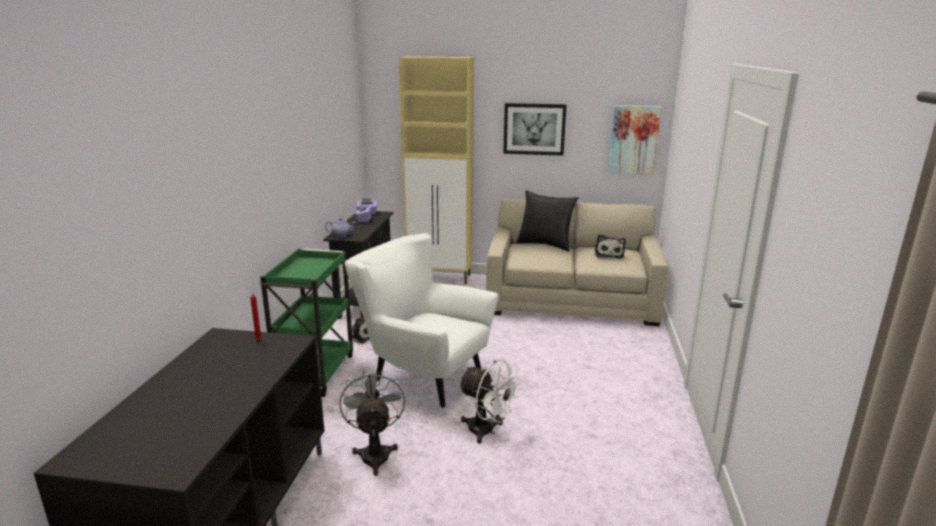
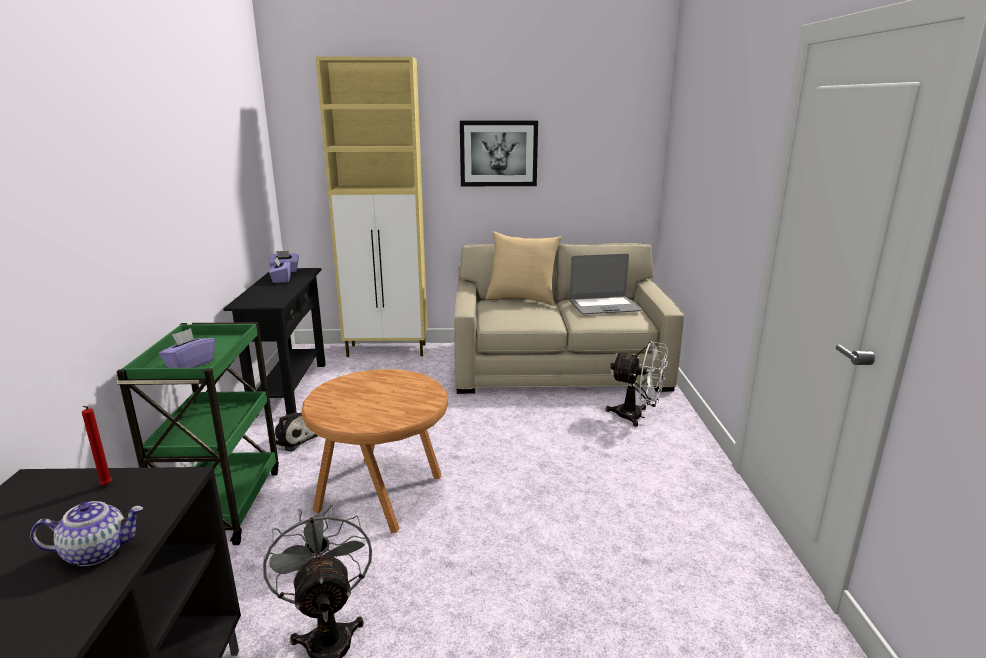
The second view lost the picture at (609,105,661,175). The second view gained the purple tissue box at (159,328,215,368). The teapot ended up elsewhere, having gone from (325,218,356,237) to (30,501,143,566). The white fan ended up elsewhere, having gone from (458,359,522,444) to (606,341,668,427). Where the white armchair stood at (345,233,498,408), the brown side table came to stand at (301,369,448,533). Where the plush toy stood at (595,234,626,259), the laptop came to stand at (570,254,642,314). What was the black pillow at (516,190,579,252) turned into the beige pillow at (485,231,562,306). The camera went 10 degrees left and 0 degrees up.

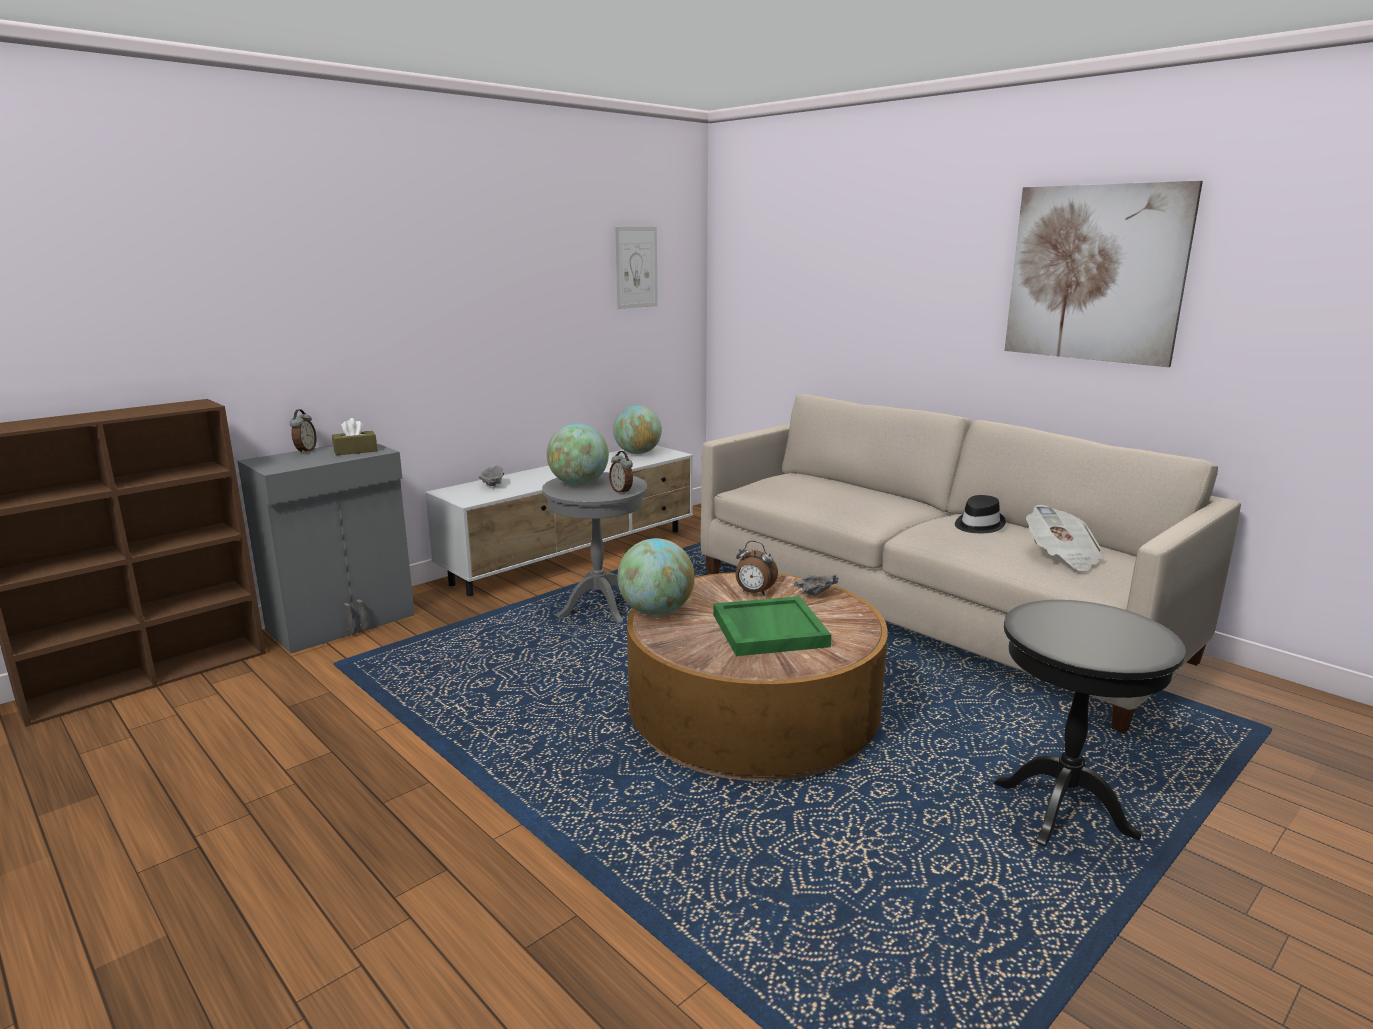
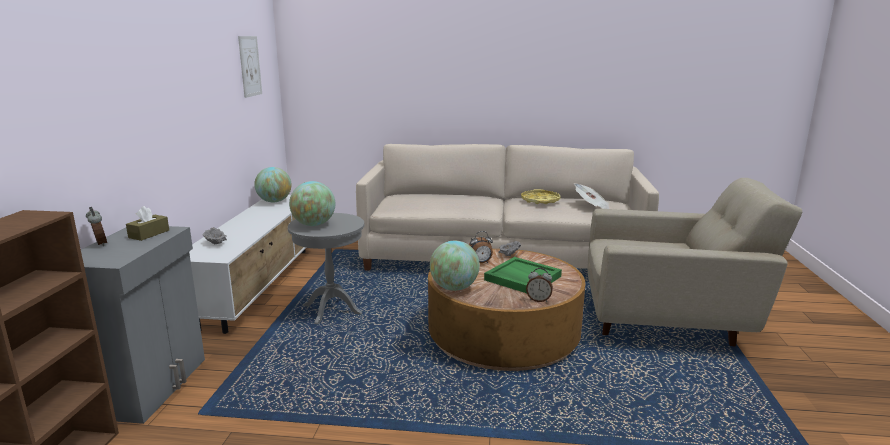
The second view lost the picture at (1004,181,1203,367). The alarm clock ended up elsewhere, having gone from (609,451,633,494) to (526,268,553,302). Where the black hat stood at (955,495,1006,533), the yellow tray came to stand at (521,189,561,204). Where the black side table stood at (993,600,1186,847), the beige armchair came to stand at (587,178,802,346). The camera went 40 degrees left and 0 degrees up.

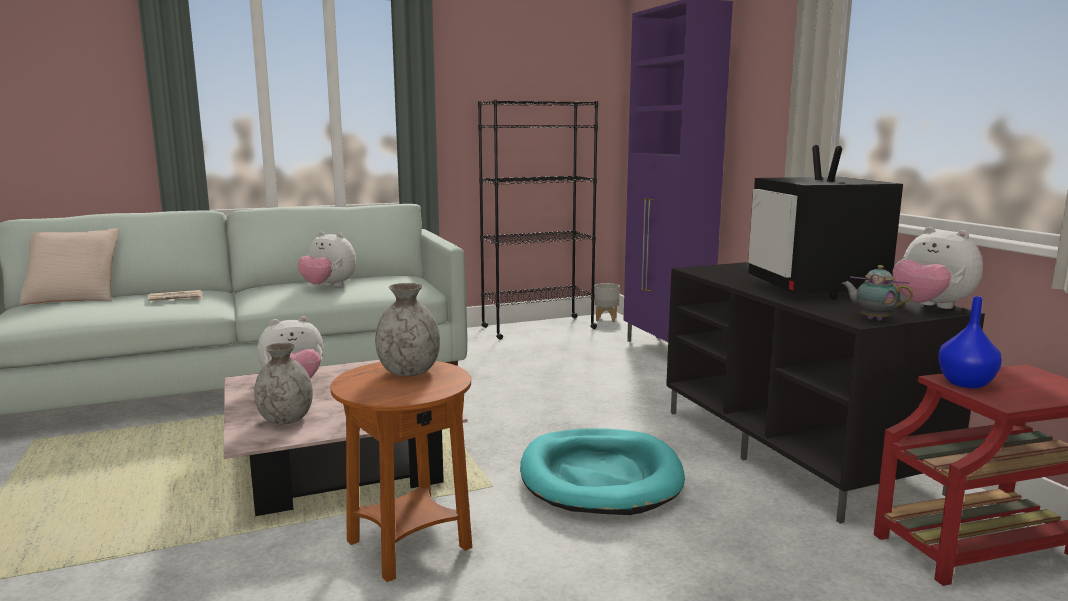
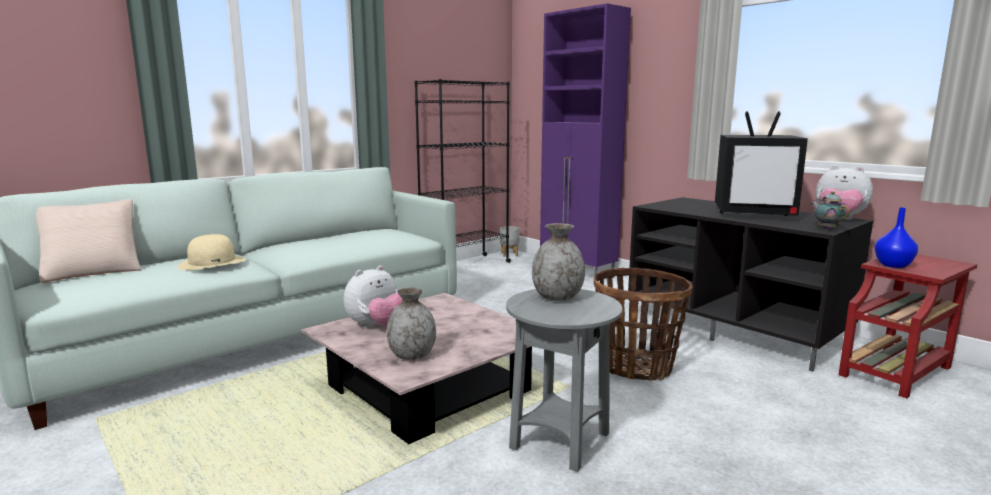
The second view lost the plush toy at (298,231,356,287). Where the newspaper stood at (148,290,203,302), the beige hat came to stand at (177,234,246,270). Where the turquoise dog bed stood at (520,428,685,515), the basket came to stand at (594,268,693,381). What was the brown side table at (330,361,472,582) turned into the grey side table at (506,289,623,472). The television at (748,145,903,299) ended up facing another way, 45 degrees counterclockwise from before. The teapot at (842,265,913,321) ended up facing another way, 60 degrees clockwise from before. The camera went 20 degrees left and 0 degrees up.

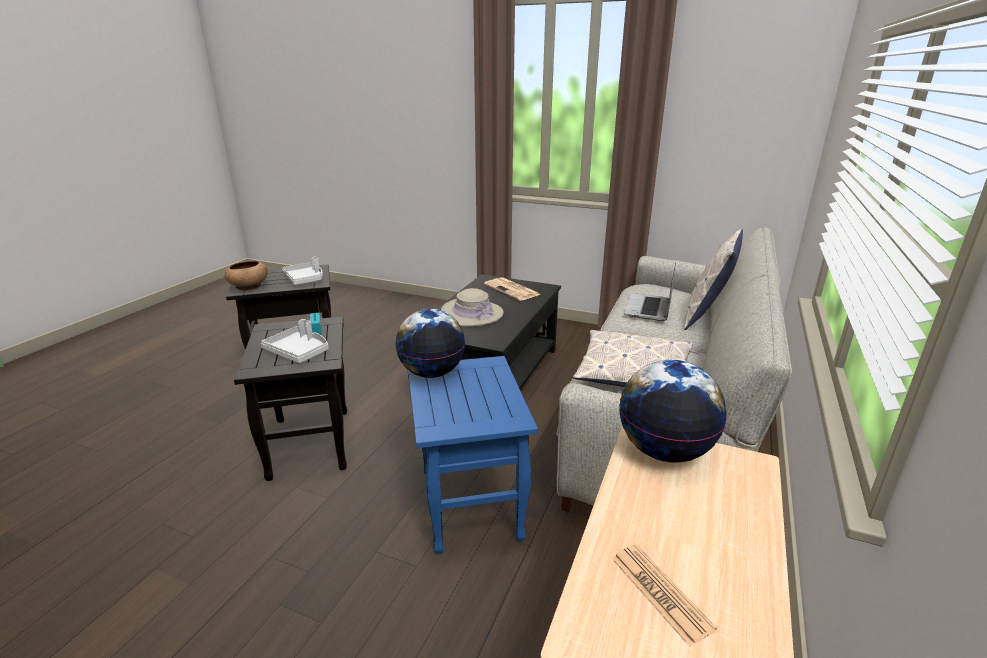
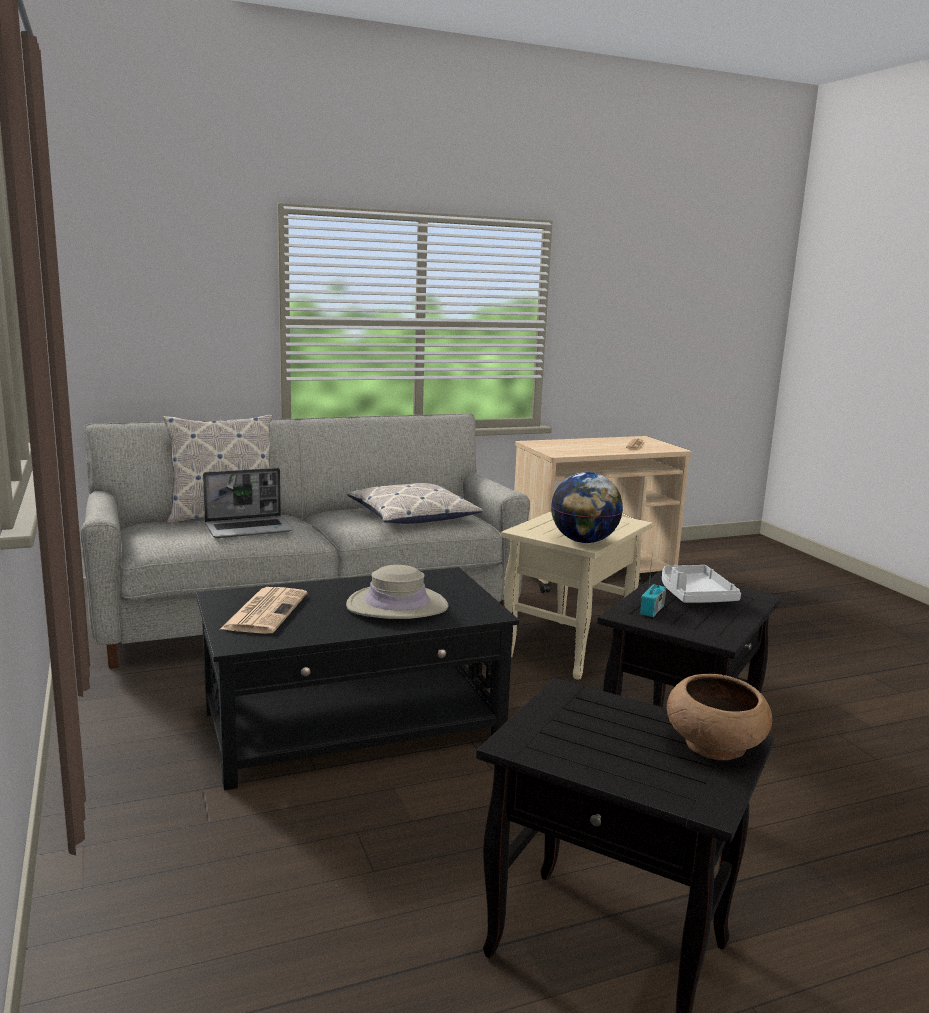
The second view lost the grey tray at (282,257,323,285). The second view lost the globe at (619,360,727,463). What was the blue side table at (407,356,538,554) turned into the beige side table at (501,512,653,680). The camera went 135 degrees left and 10 degrees down.

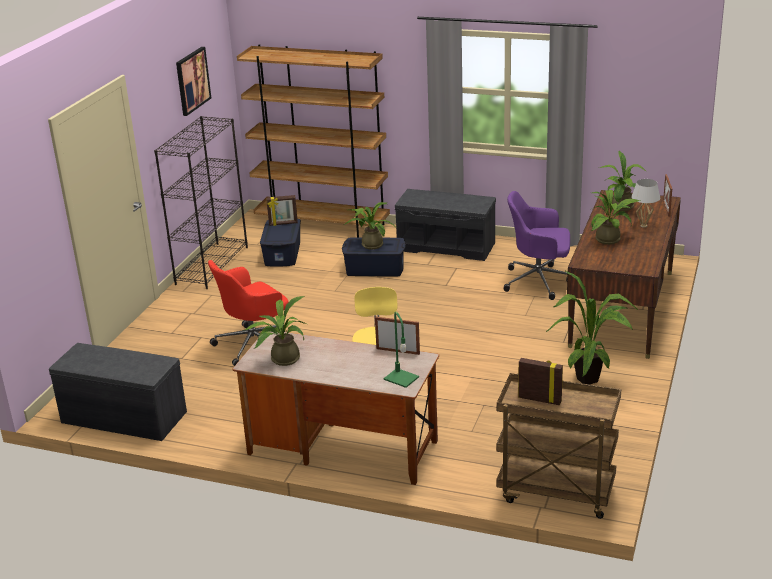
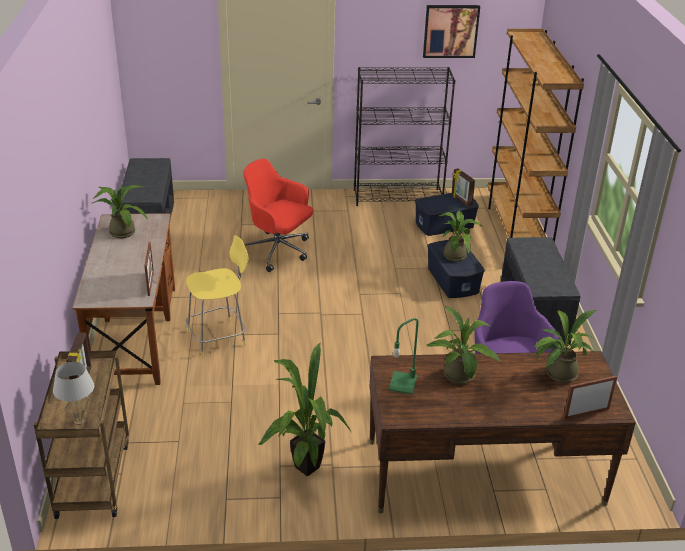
The green table lamp ended up elsewhere, having gone from (384,312,419,388) to (389,318,419,394). The white table lamp ended up elsewhere, having gone from (631,179,660,228) to (53,361,94,425). The camera went 65 degrees right and 5 degrees up.

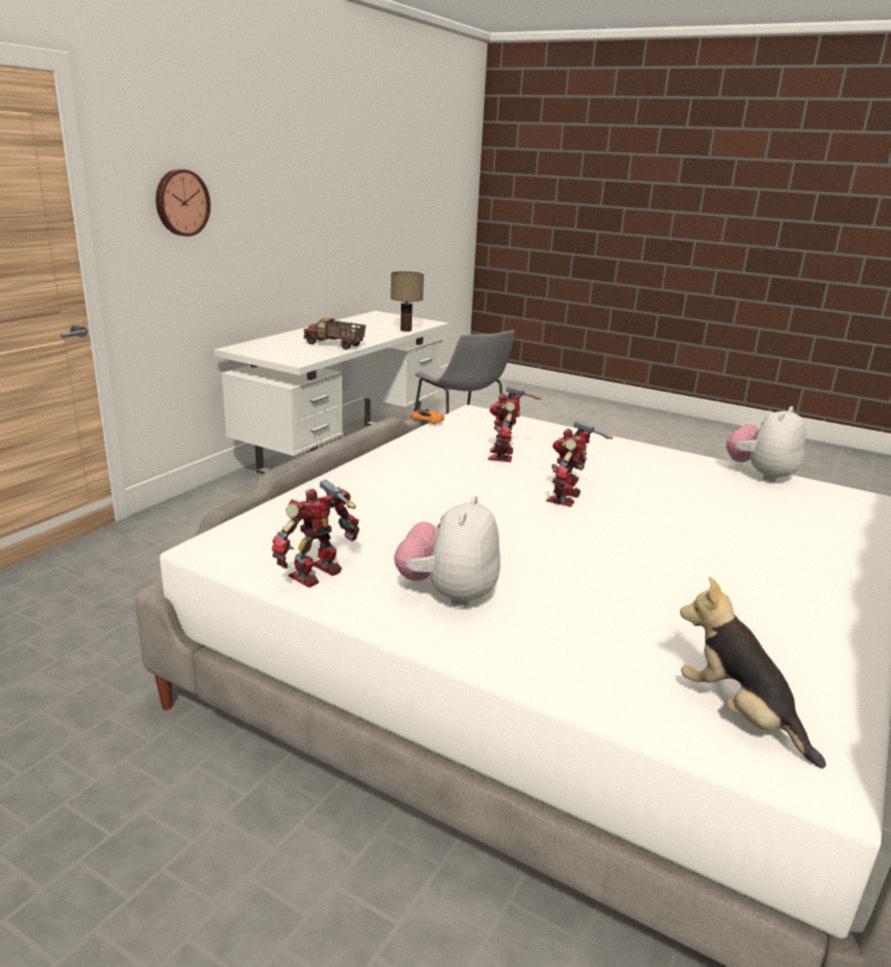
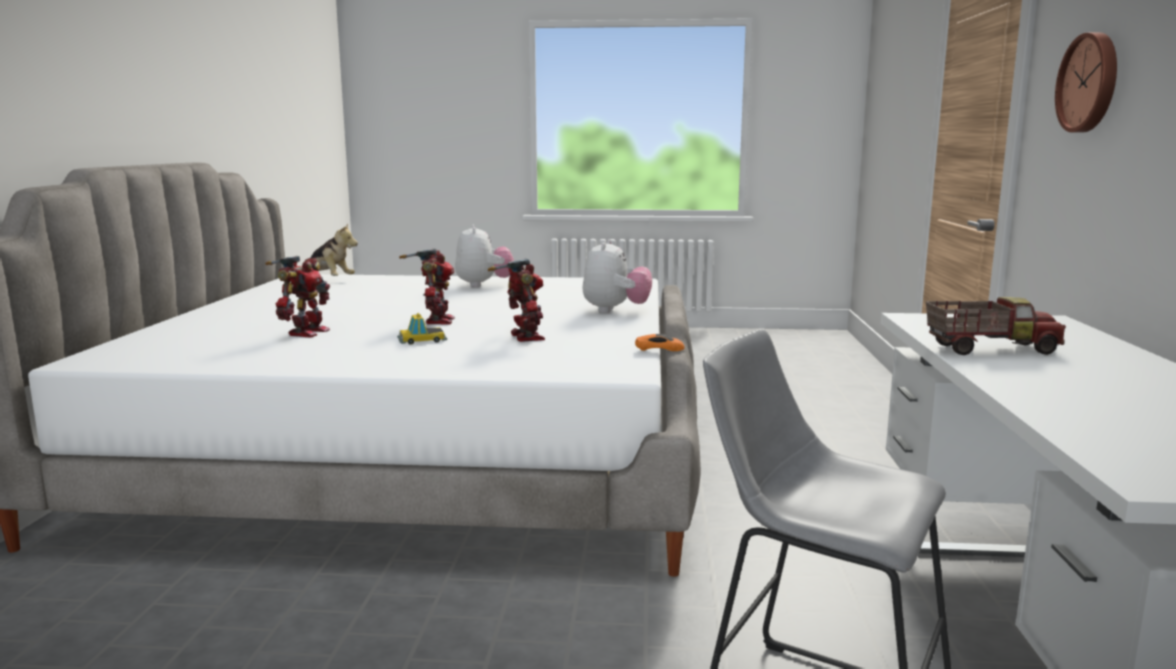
The second view lost the table lamp at (391,271,424,332). The second view gained the toy car at (397,313,447,345). The toy robot ended up elsewhere, having gone from (272,480,359,588) to (265,256,331,338). The plush toy ended up elsewhere, having gone from (726,406,806,482) to (583,239,652,313). The camera went 155 degrees right and 10 degrees down.

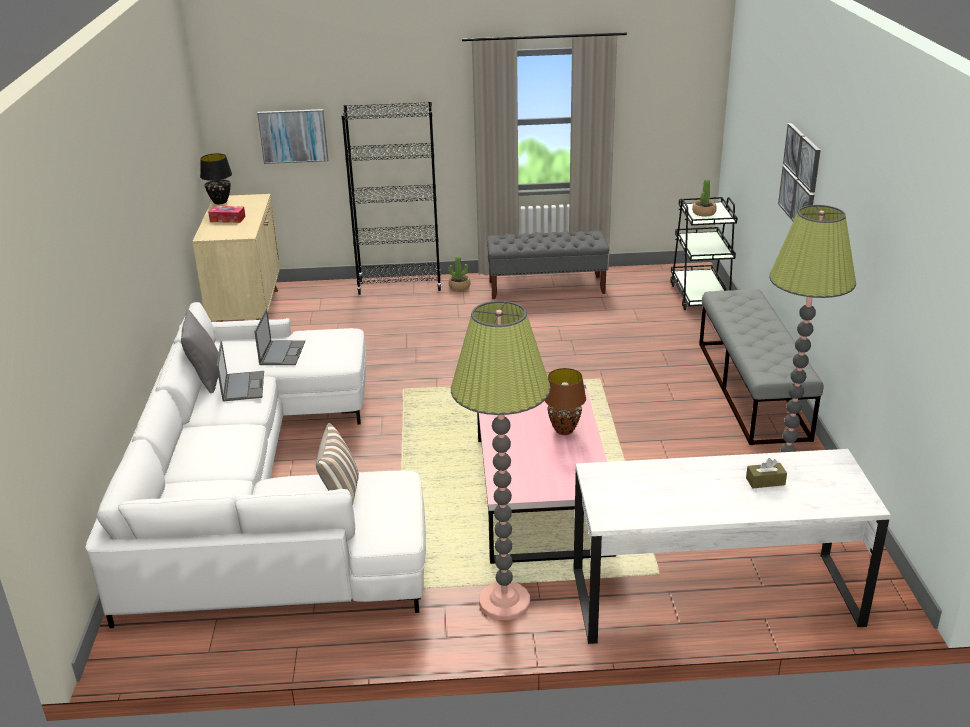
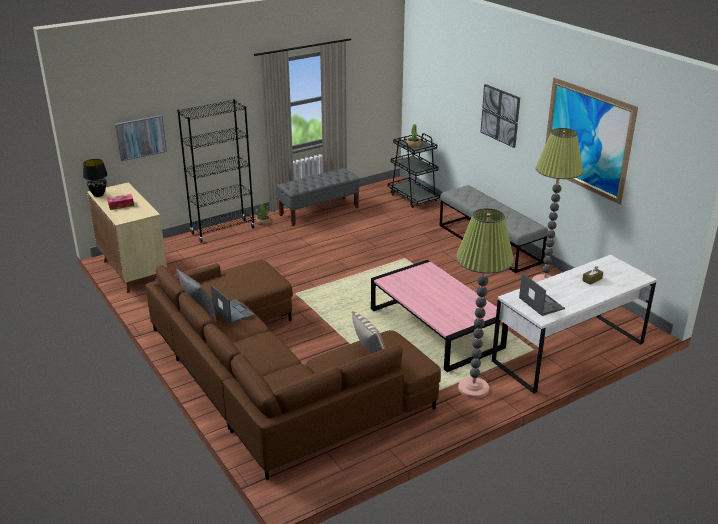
The second view lost the brown table lamp at (545,368,586,435). The second view gained the picture at (545,77,638,205). The laptop ended up elsewhere, having gone from (254,309,305,365) to (519,273,565,316). What was the white sofa at (85,302,426,628) turned into the brown sofa at (145,260,441,480). The camera went 30 degrees left and 0 degrees up.

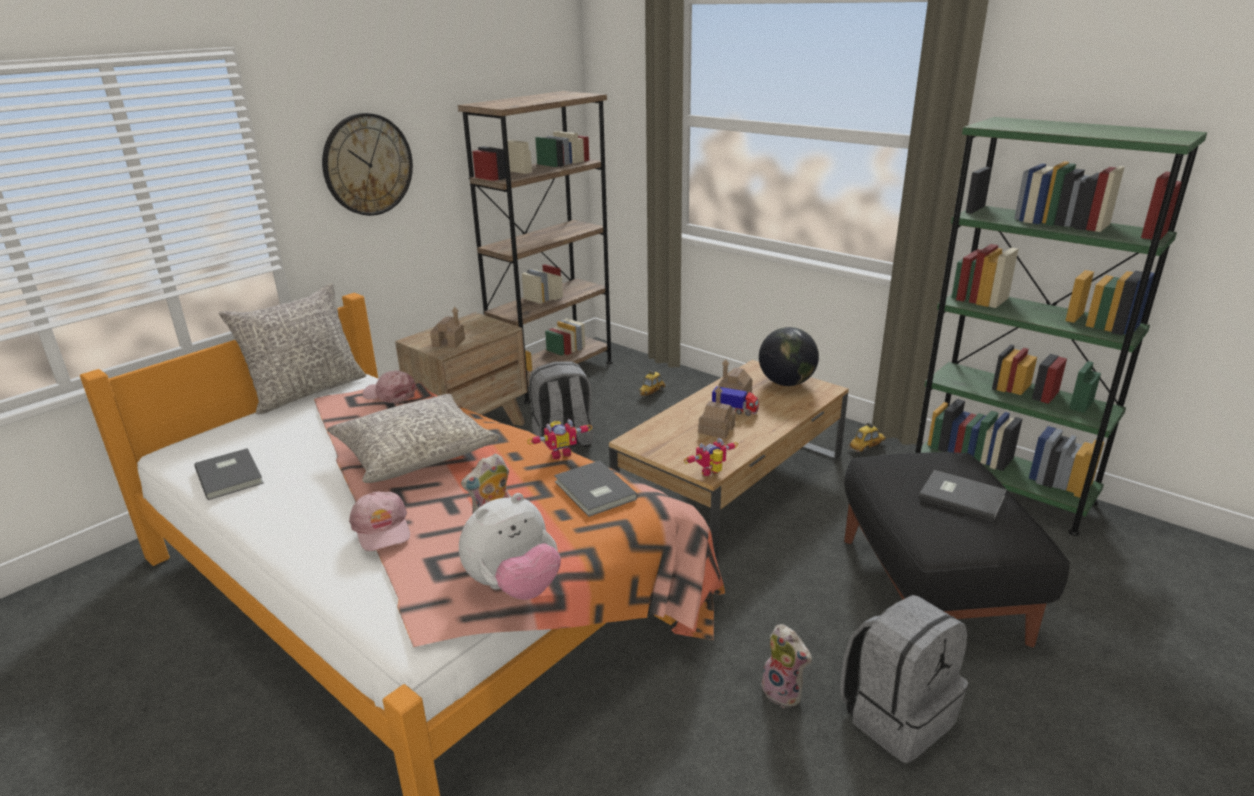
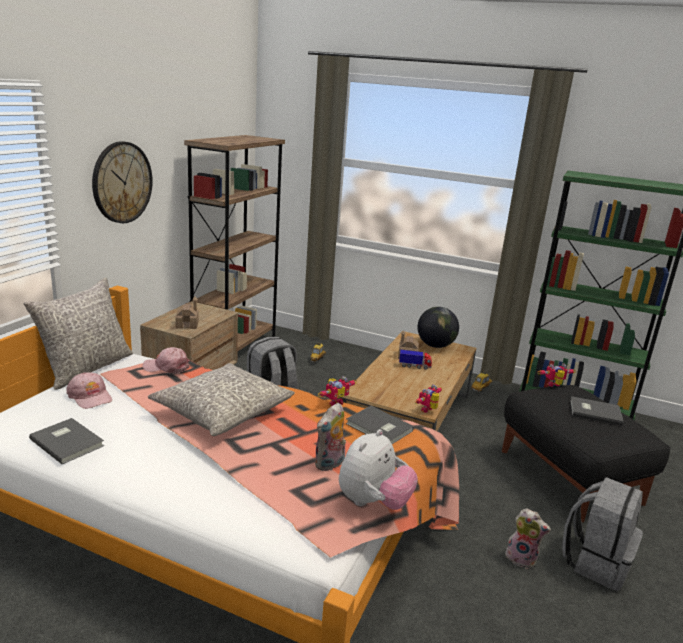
The second view lost the toy house at (698,386,736,439). The second view gained the toy robot at (538,363,576,387). The pink cap ended up elsewhere, having gone from (349,492,410,551) to (67,372,112,409). The camera went 20 degrees left and 5 degrees down.

